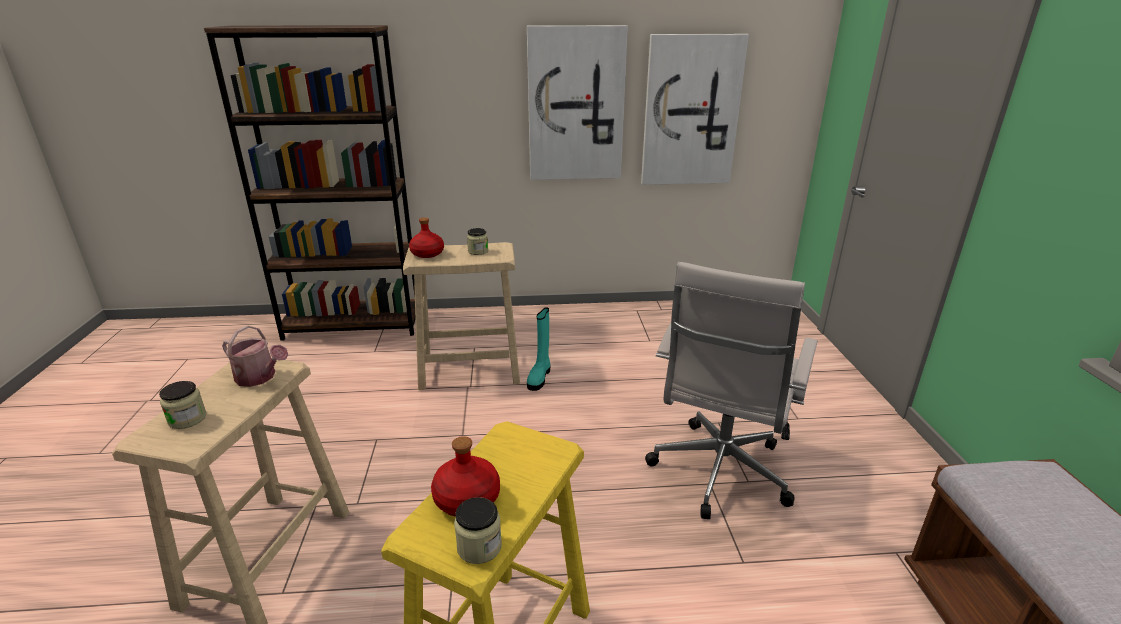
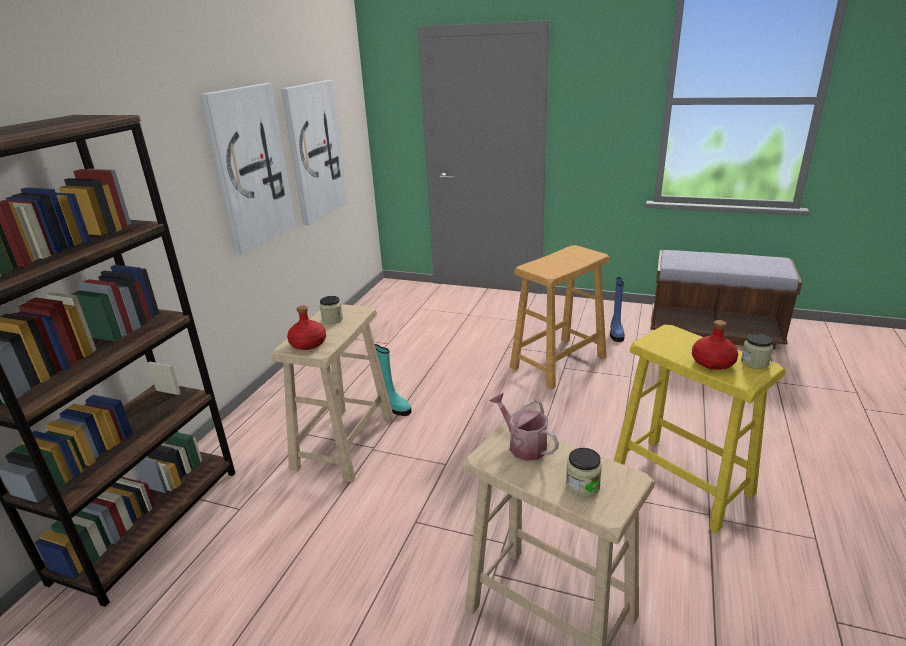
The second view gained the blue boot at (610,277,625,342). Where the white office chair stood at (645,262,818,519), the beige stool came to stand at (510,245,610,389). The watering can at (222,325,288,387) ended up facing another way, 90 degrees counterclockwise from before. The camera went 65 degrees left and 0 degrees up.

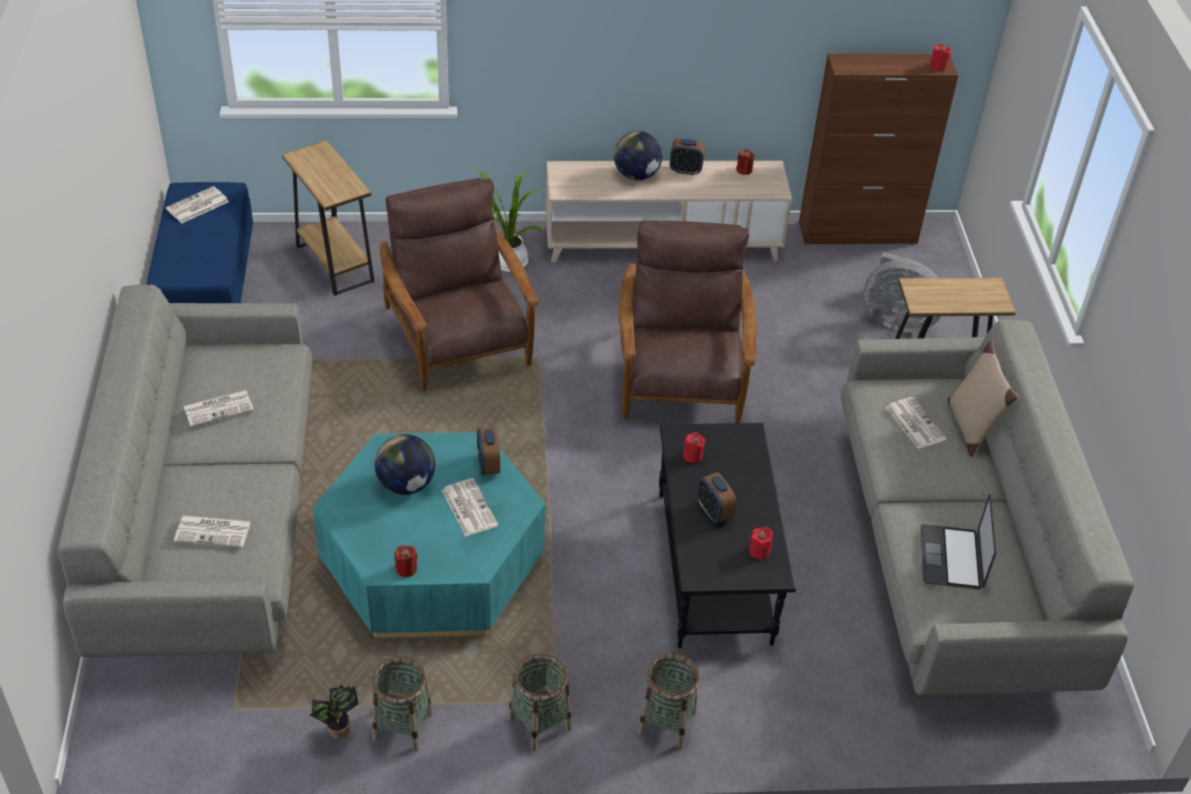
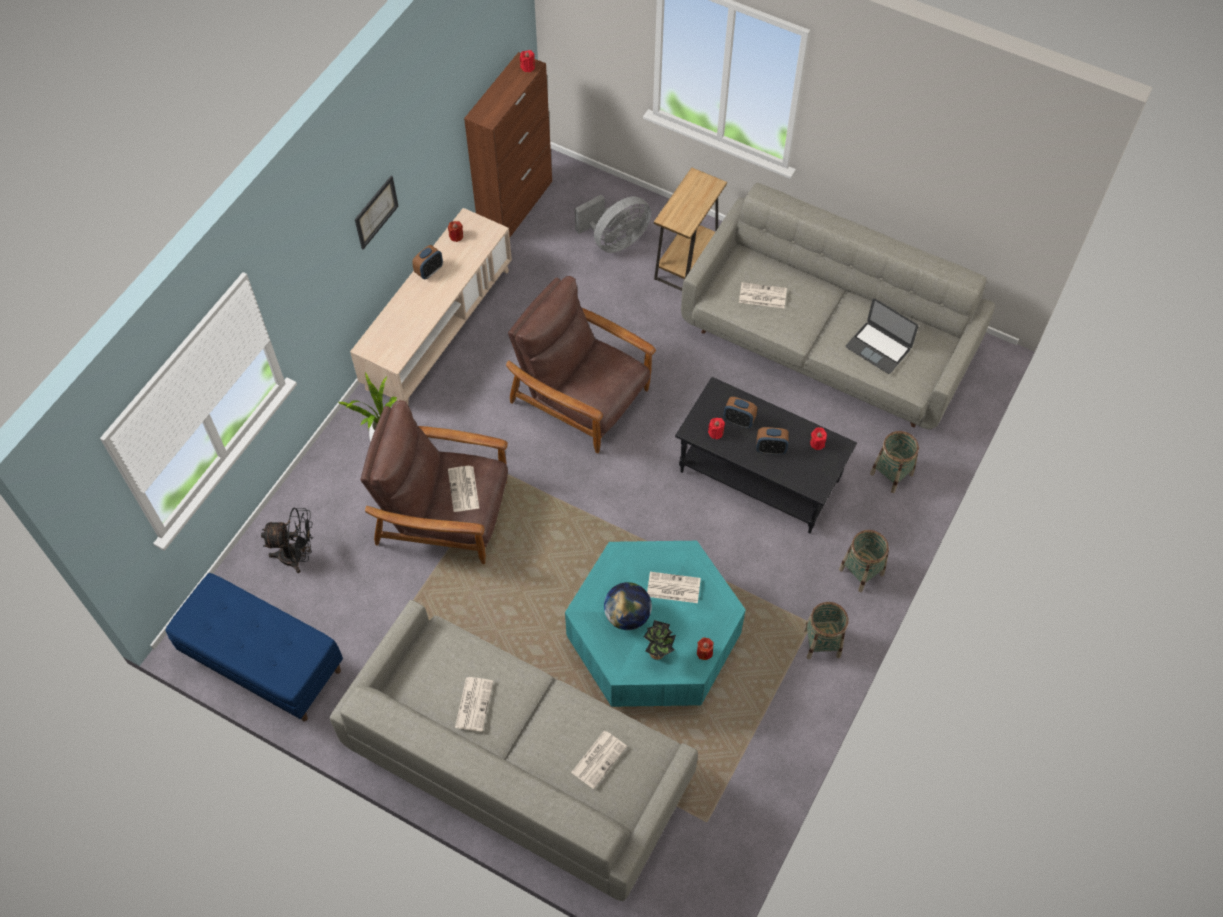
The second view lost the globe at (614,131,662,180). The second view lost the beige pillow at (947,341,1018,457). The second view gained the picture at (355,176,399,249). The newspaper ended up elsewhere, having gone from (166,186,229,223) to (448,466,479,512). The potted plant ended up elsewhere, having gone from (310,684,359,739) to (644,620,676,660). The basket ended up elsewhere, having gone from (372,656,432,751) to (870,431,919,493). The alarm clock ended up elsewhere, having gone from (477,427,500,475) to (723,397,757,428). Where the brown side table stood at (282,141,375,296), the black fan came to stand at (261,508,313,573). The camera went 55 degrees left and 15 degrees up.

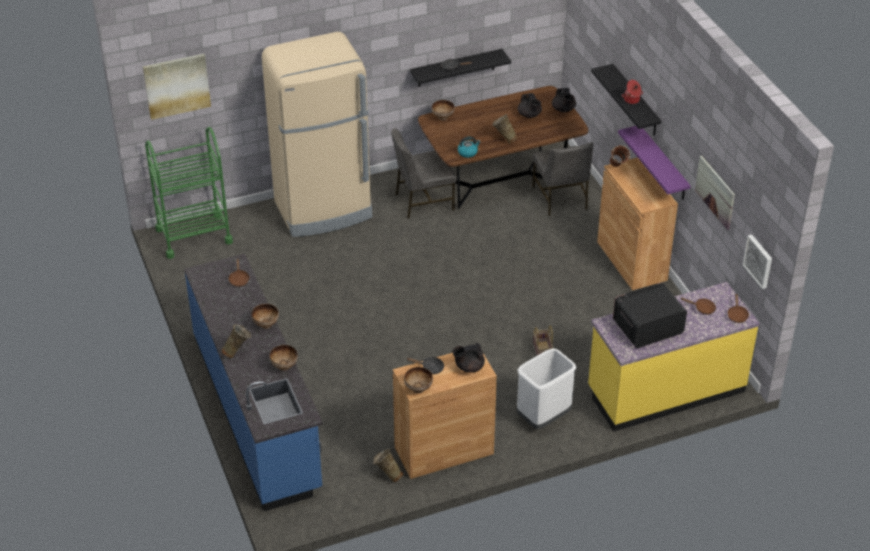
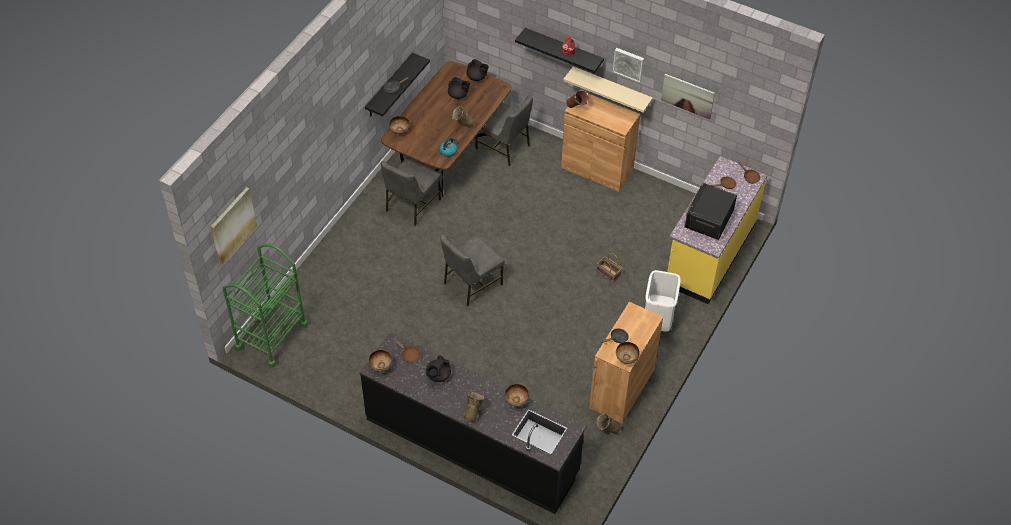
The second view lost the beige fridge at (262,32,372,237). The second view gained the grey chair at (440,235,505,306). The bowl ended up elsewhere, having gone from (251,304,279,329) to (368,350,392,372). The black teapot ended up elsewhere, having gone from (453,343,485,373) to (426,355,451,382). The picture ended up elsewhere, having gone from (743,234,772,289) to (613,48,644,83). What was the blue counter at (184,254,323,511) turned into the black counter at (359,332,587,514). What was the purple shelf at (618,126,691,200) turned into the beige shelf at (563,66,653,113). The camera went 40 degrees left and 10 degrees up.

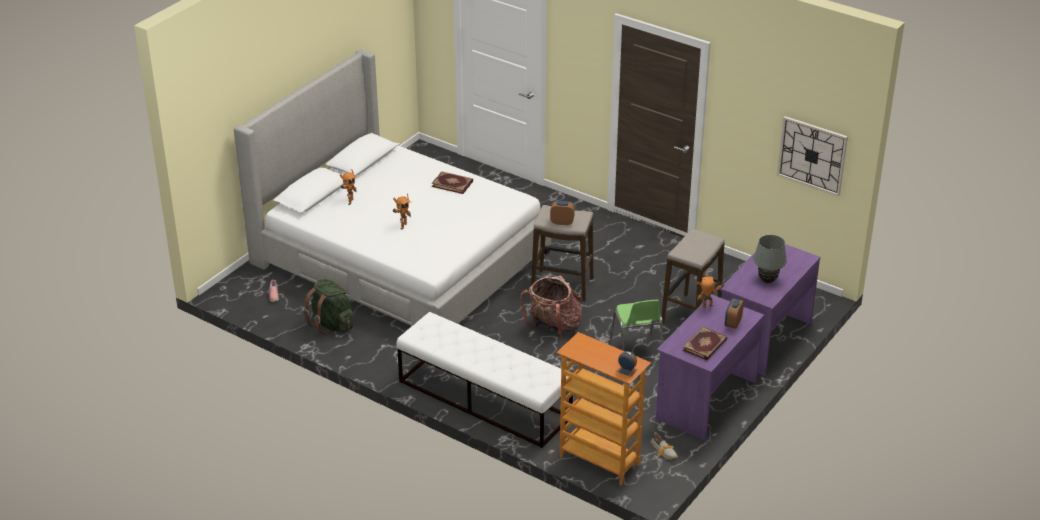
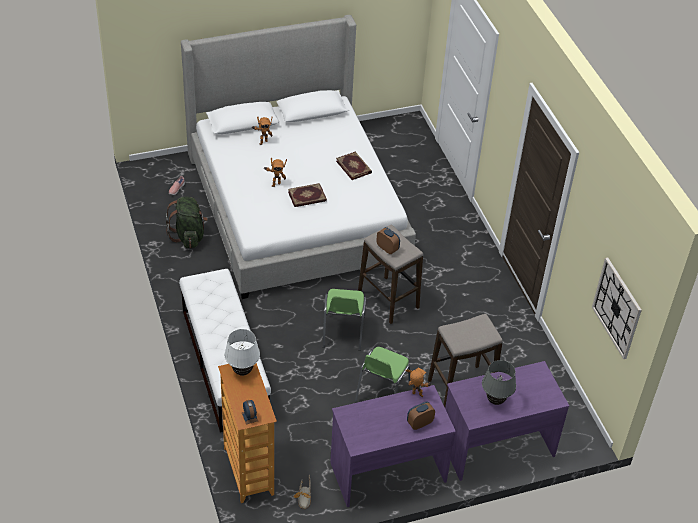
The second view gained the white table lamp at (224,329,260,376). The book ended up elsewhere, having gone from (683,326,727,360) to (288,183,327,207). Where the backpack stood at (520,275,582,338), the green chair came to stand at (323,289,366,351). The camera went 35 degrees right and 10 degrees up.

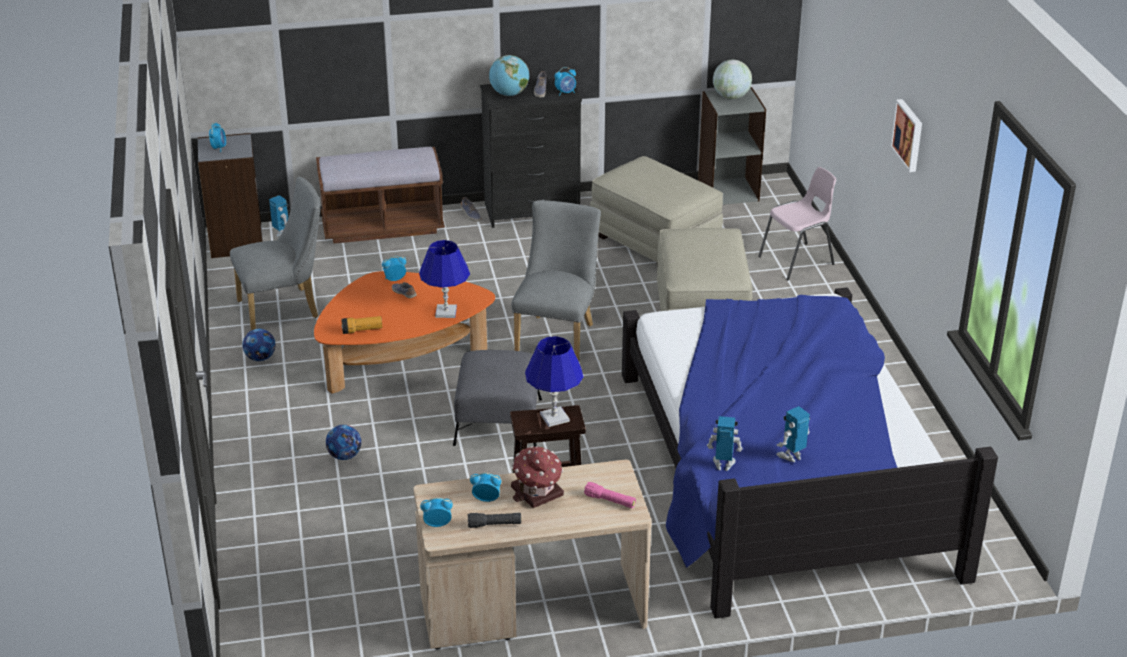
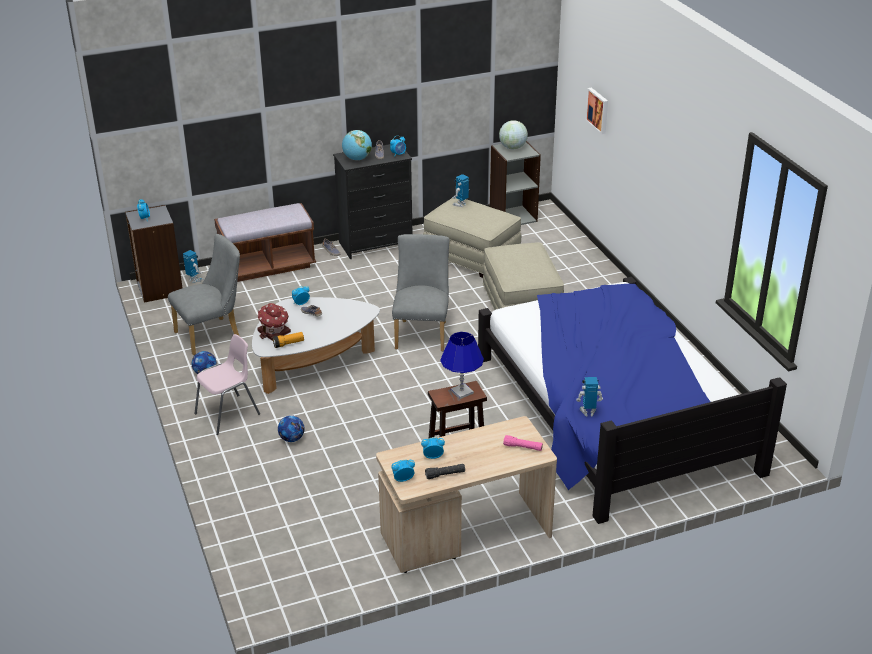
The second view lost the blue table lamp at (419,240,470,318). The second view lost the grey ottoman at (453,350,542,447). The toy house ended up elsewhere, having gone from (511,446,564,508) to (257,303,291,341). The pink chair ended up elsewhere, having gone from (758,167,836,280) to (194,334,260,435). The toy robot ended up elsewhere, having gone from (776,406,810,462) to (452,174,470,207). The picture ended up elsewhere, having gone from (890,99,922,172) to (585,87,608,134). What was the orange coffee table at (314,271,495,393) turned into the white coffee table at (252,297,380,394). The camera went 10 degrees left and 0 degrees up.

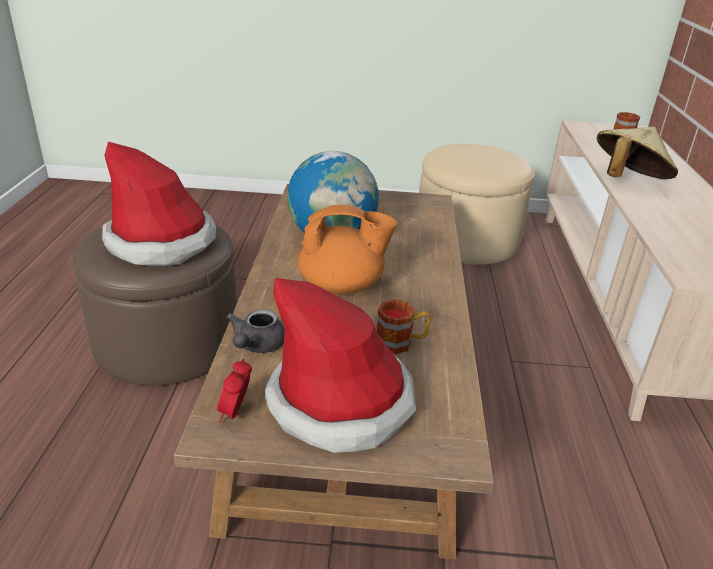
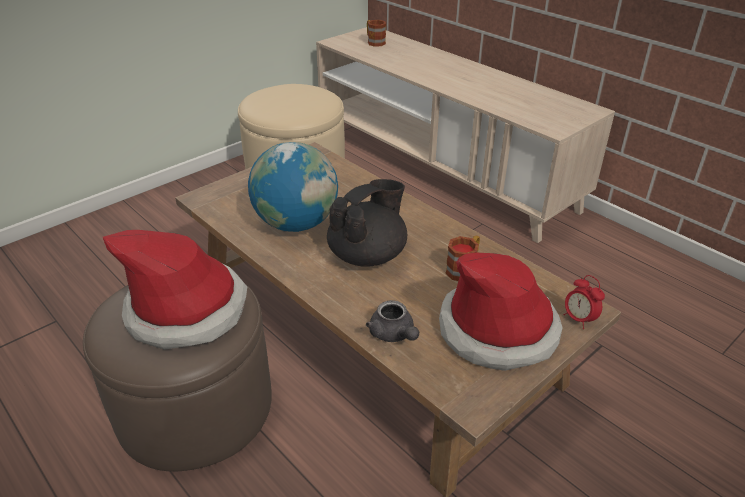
The second view lost the beige hat at (597,127,678,179). The alarm clock ended up elsewhere, having gone from (217,359,252,422) to (563,275,605,329). What was the orange teapot at (298,205,397,295) turned into the black teapot at (327,179,407,267). The camera went 45 degrees left and 5 degrees up.

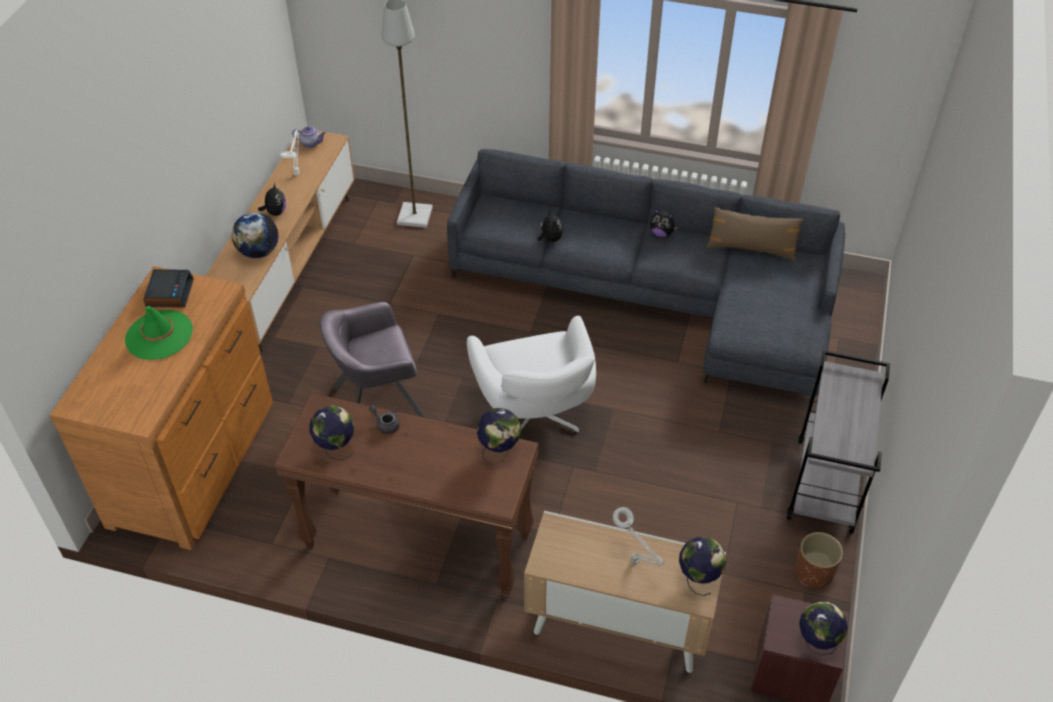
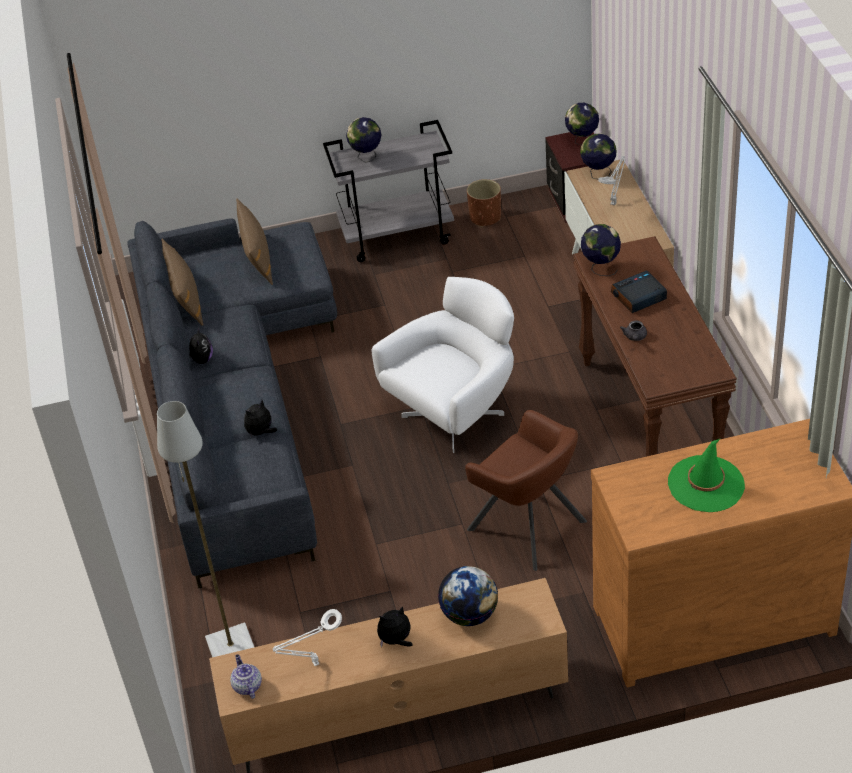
The second view gained the brown pillow at (236,198,273,285). The alarm clock ended up elsewhere, having gone from (143,269,194,308) to (611,270,667,313). The globe ended up elsewhere, having gone from (309,405,354,460) to (346,117,382,163). What was the grey armchair at (320,302,427,418) turned into the brown armchair at (465,410,587,571). The camera went 115 degrees left and 5 degrees down.

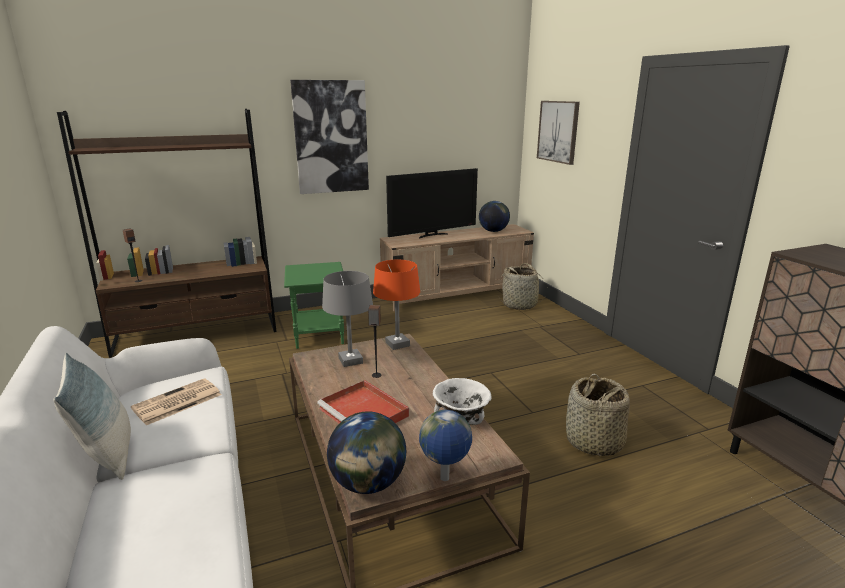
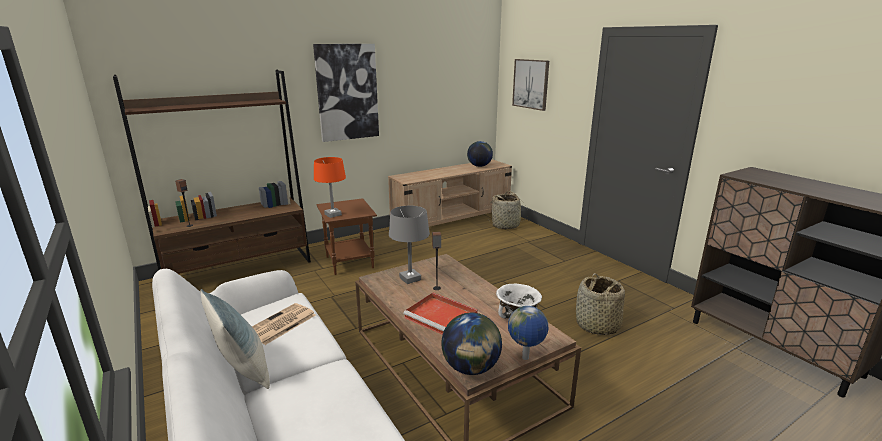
The second view lost the television at (386,168,478,239). The orange table lamp ended up elsewhere, having gone from (373,260,420,350) to (314,157,346,218). What was the green side table at (284,262,344,349) turned into the brown side table at (316,198,377,275). The camera went 10 degrees left and 0 degrees up.

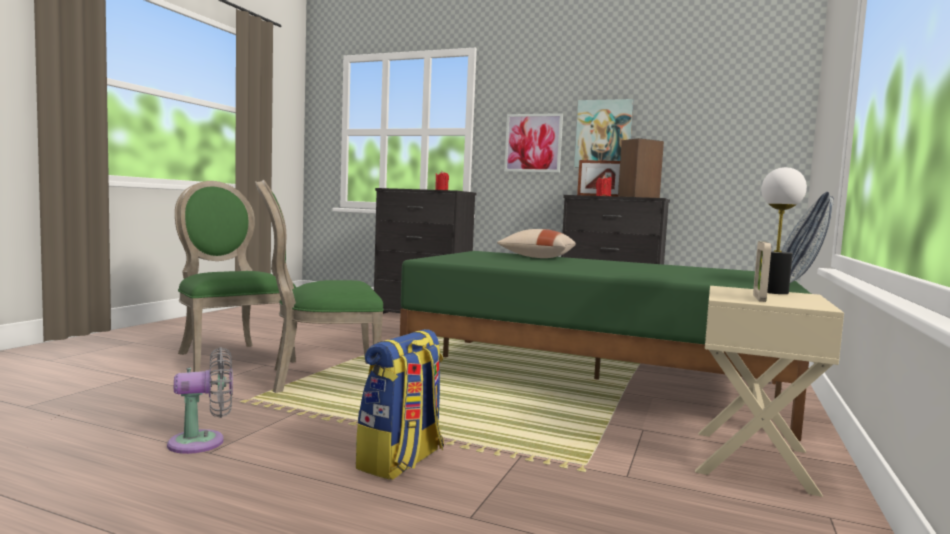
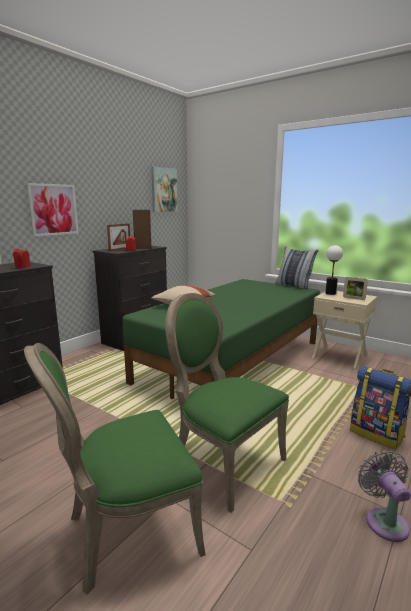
The picture ended up elsewhere, having gone from (574,99,633,168) to (151,167,177,212). The green chair at (255,180,384,393) ended up facing another way, 135 degrees clockwise from before. The camera went 75 degrees left and 10 degrees up.

